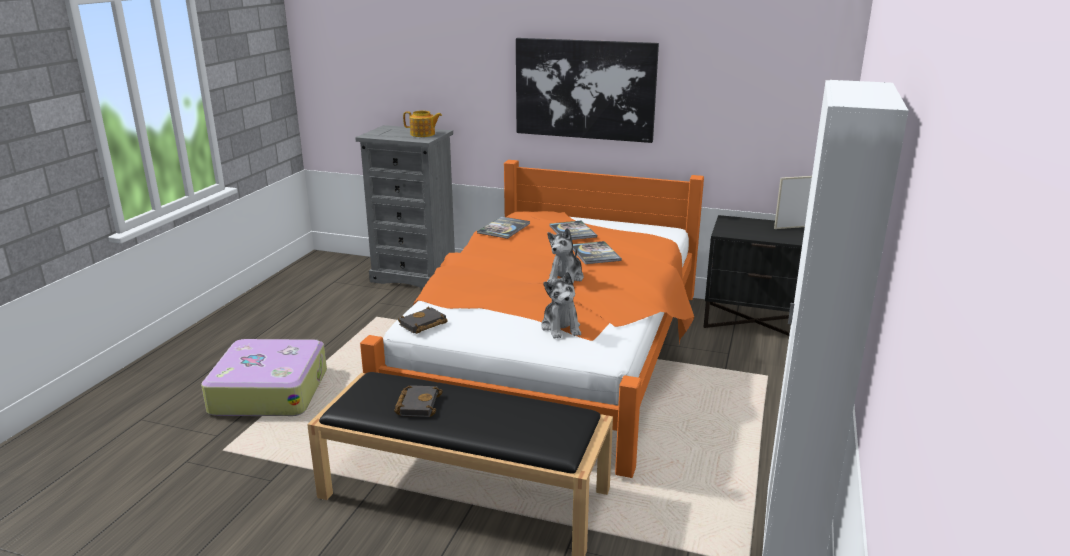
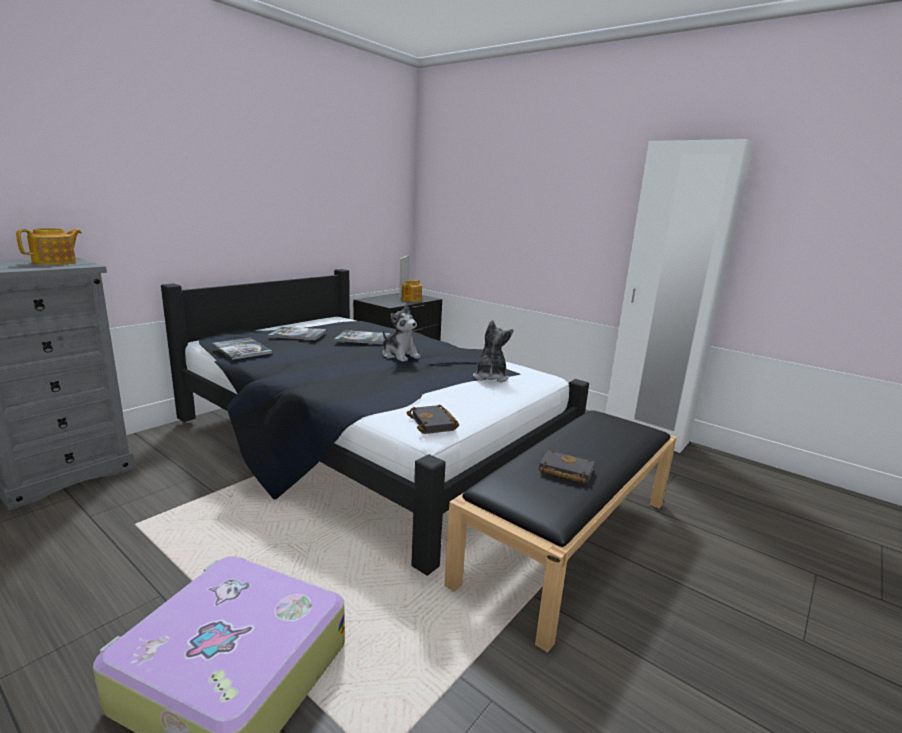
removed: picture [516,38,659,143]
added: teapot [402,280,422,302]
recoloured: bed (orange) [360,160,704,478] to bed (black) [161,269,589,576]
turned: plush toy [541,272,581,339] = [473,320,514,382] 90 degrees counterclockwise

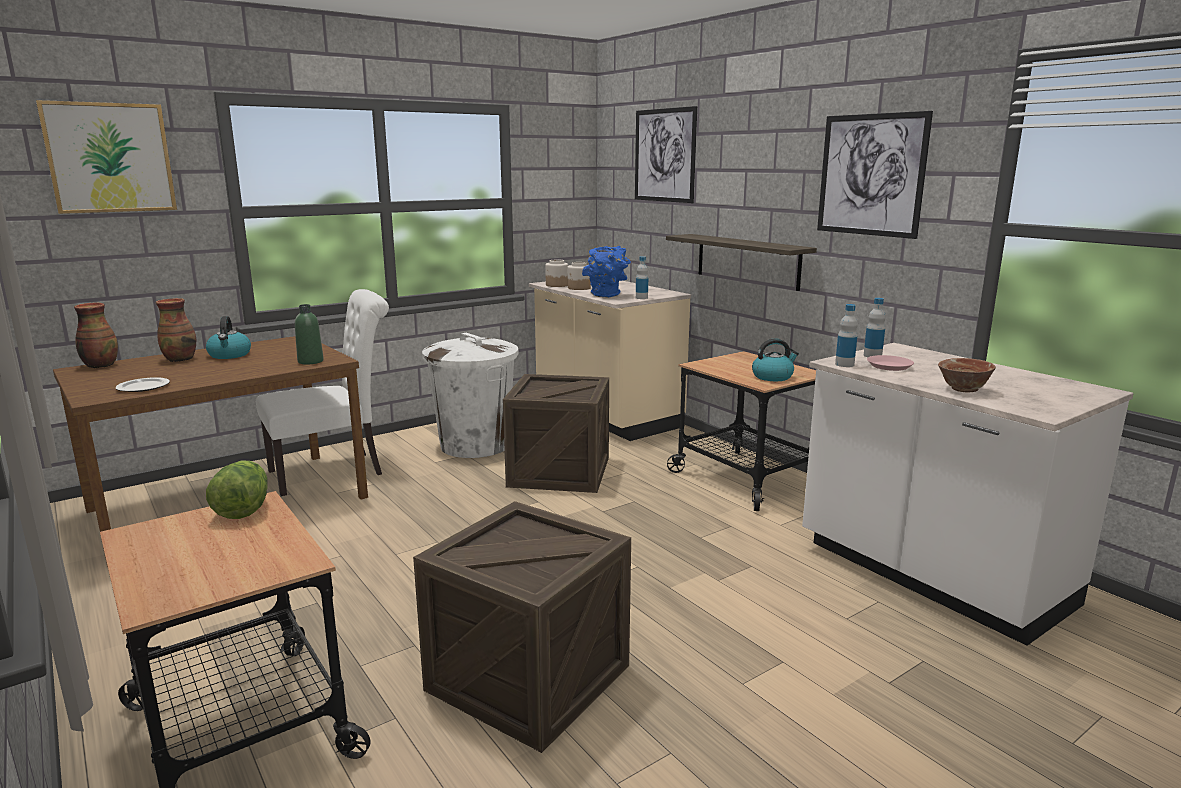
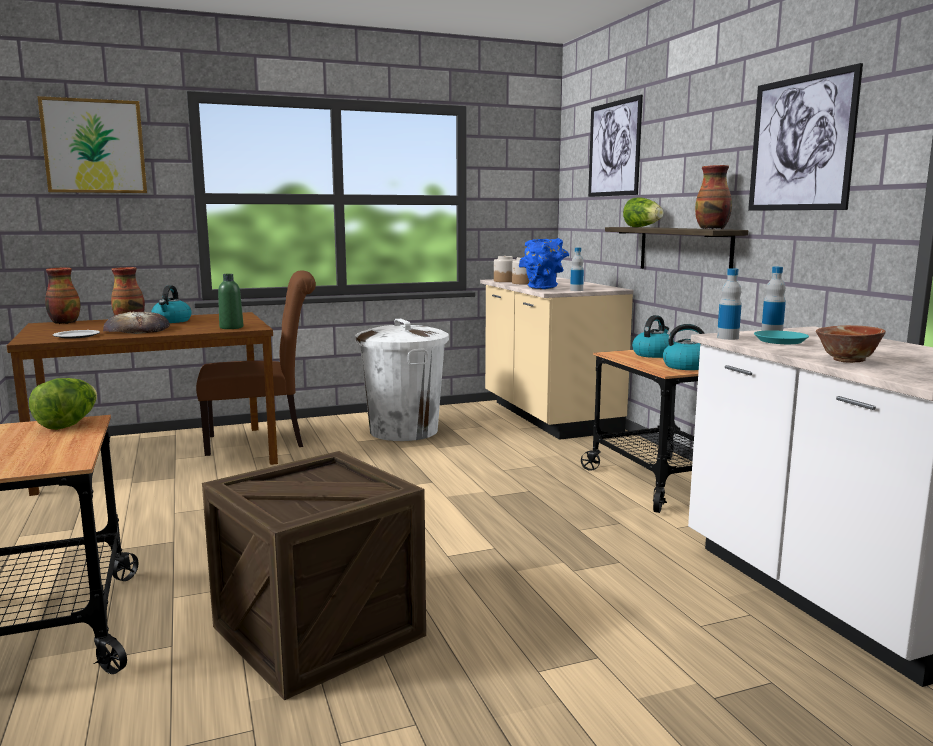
removed: crate [503,374,609,493]
added: bread [103,312,170,334]; lettuce [623,198,663,227]; kettle [632,315,674,358]; vase [695,165,732,229]
recoloured: chair (white) [256,289,389,496] to chair (brown) [196,270,316,456]; plate (pink) [867,355,914,371] to plate (turquoise) [754,330,809,344]

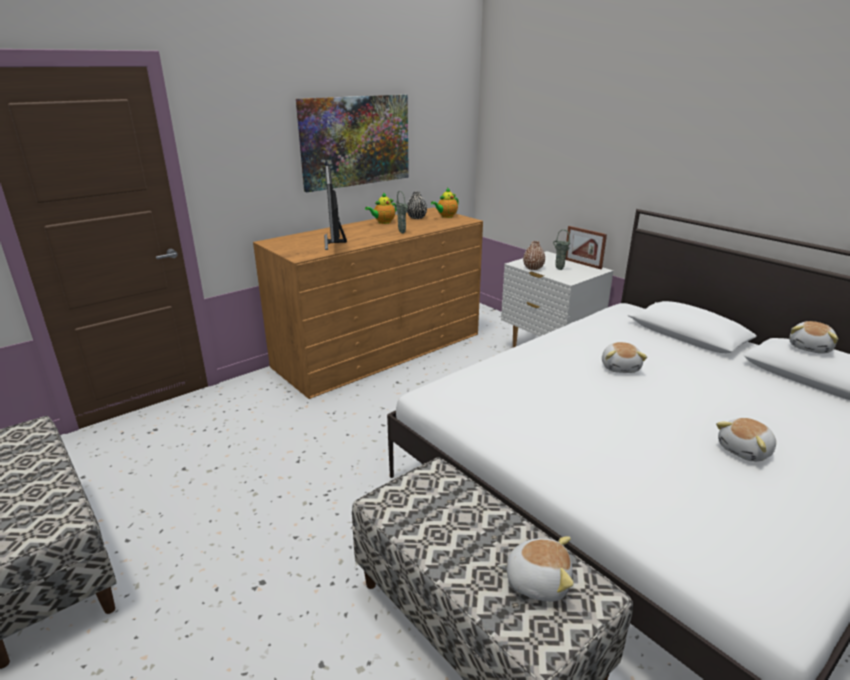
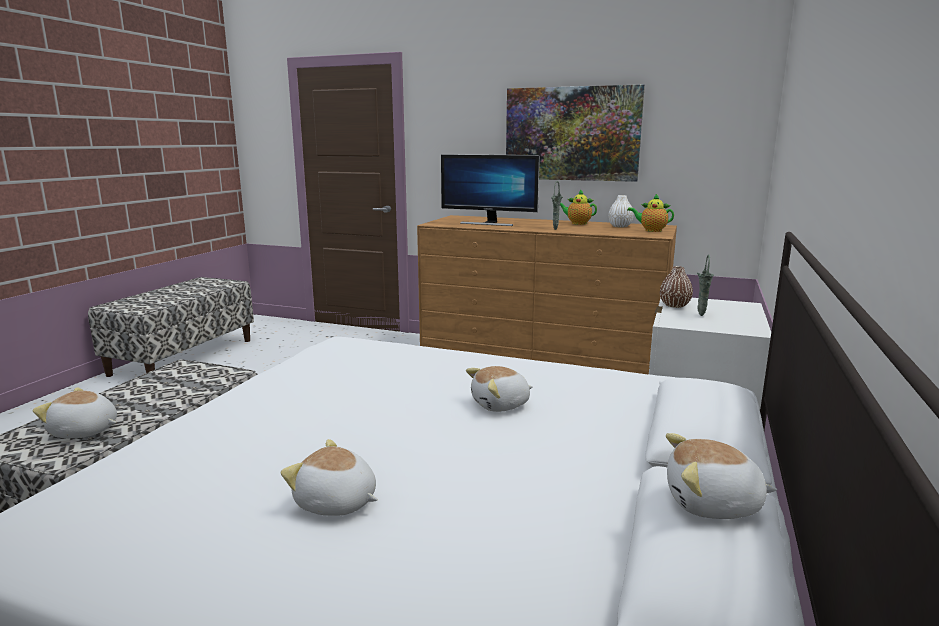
removed: picture frame [565,226,607,269]
recoloured: vase (black) [407,192,427,219] to vase (white) [608,195,634,227]
turned: monitor [324,166,347,250] = [441,154,540,226] 120 degrees counterclockwise; plush toy [497,536,574,602] = [33,387,117,438] 120 degrees clockwise

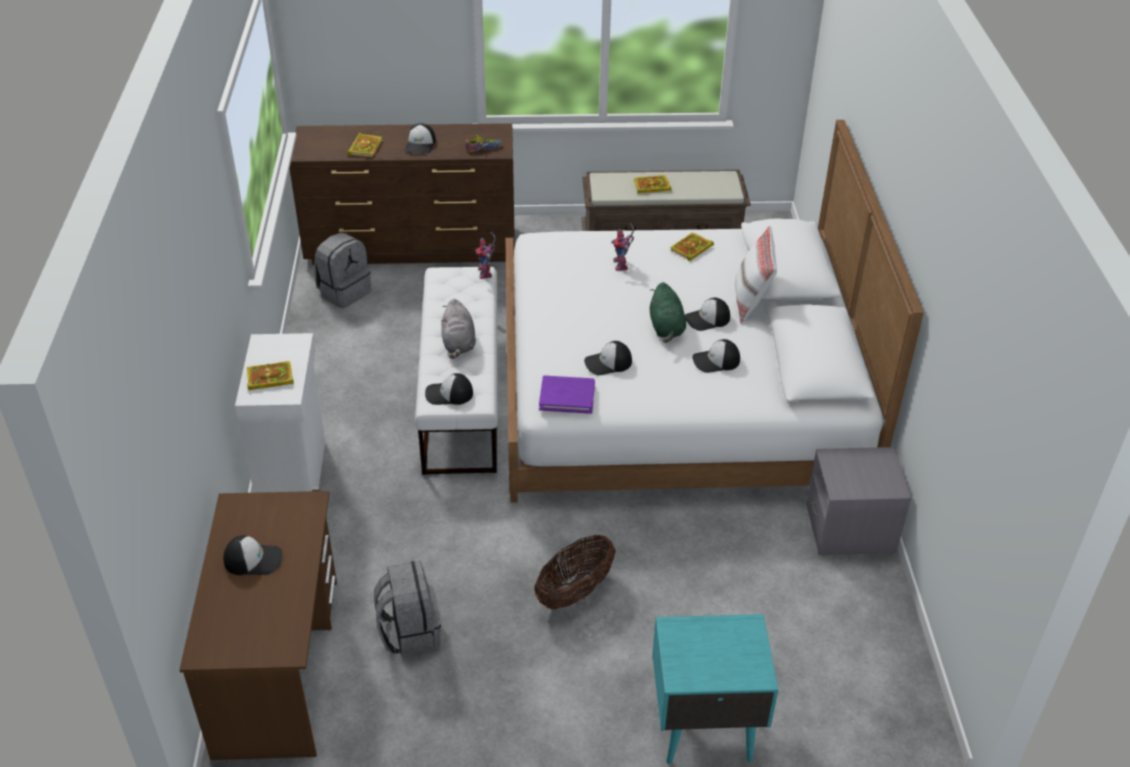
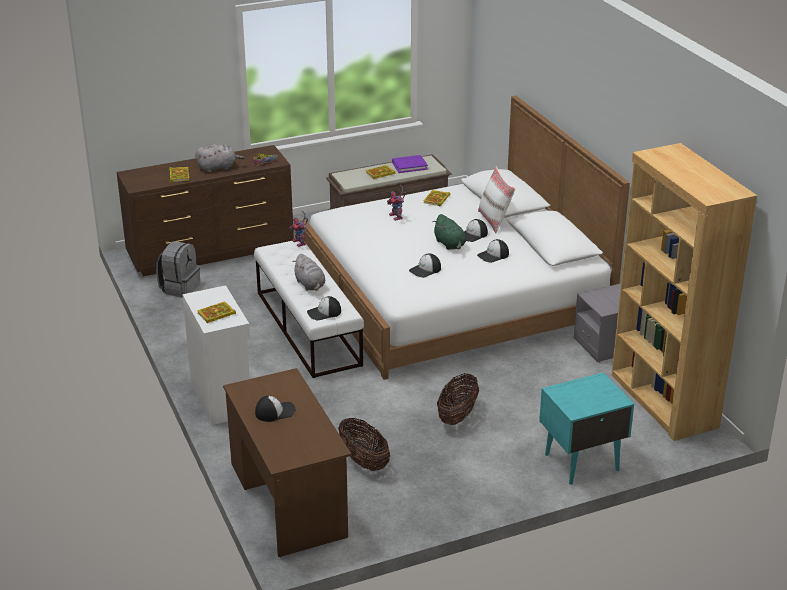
added: bookcase (brown) [611,143,757,441]
moved: book (purple) [539,375,595,414] to [392,155,428,173]
replaced: backpack (grey) [374,560,441,656] to basket [338,418,390,471]; cap [405,123,436,154] to plush toy (grey) [195,144,245,172]

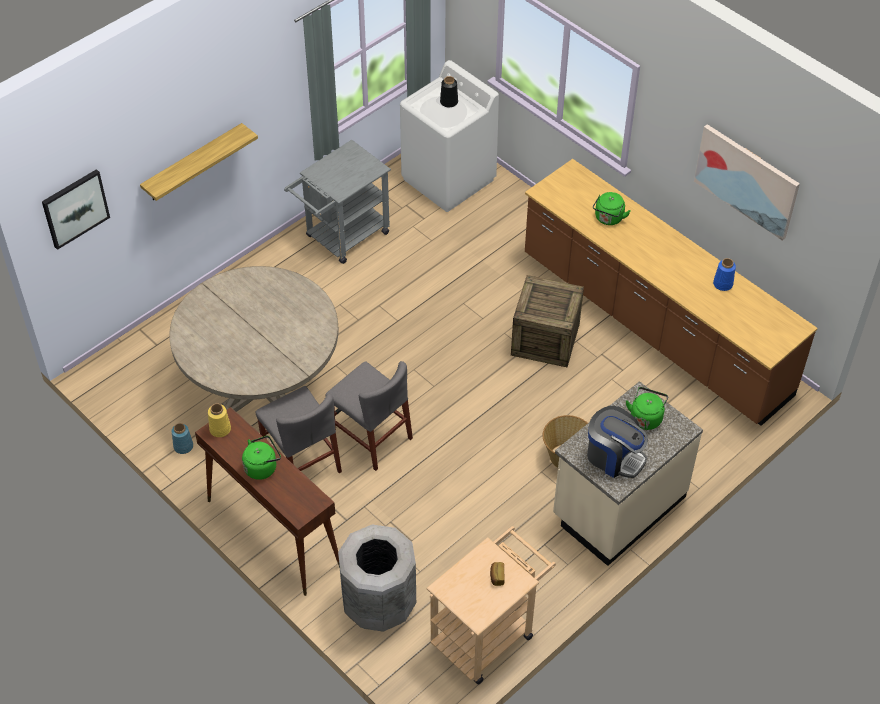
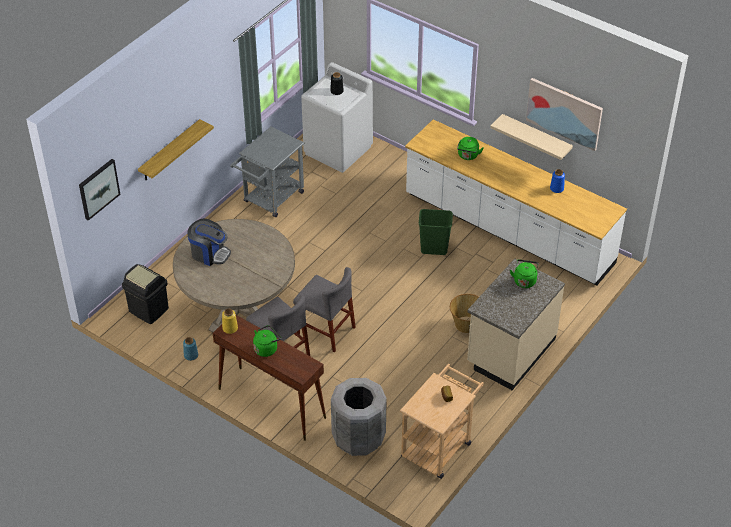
added: trash can (black) [122,264,169,324]; shelf (beige) [490,114,573,160]
moved: coffee machine [587,406,648,478] to [187,219,231,266]
replaced: crate [511,275,584,367] to trash can (green) [419,209,453,255]
recoloured: counter (brown) [525,159,818,426] to counter (white) [405,119,627,285]

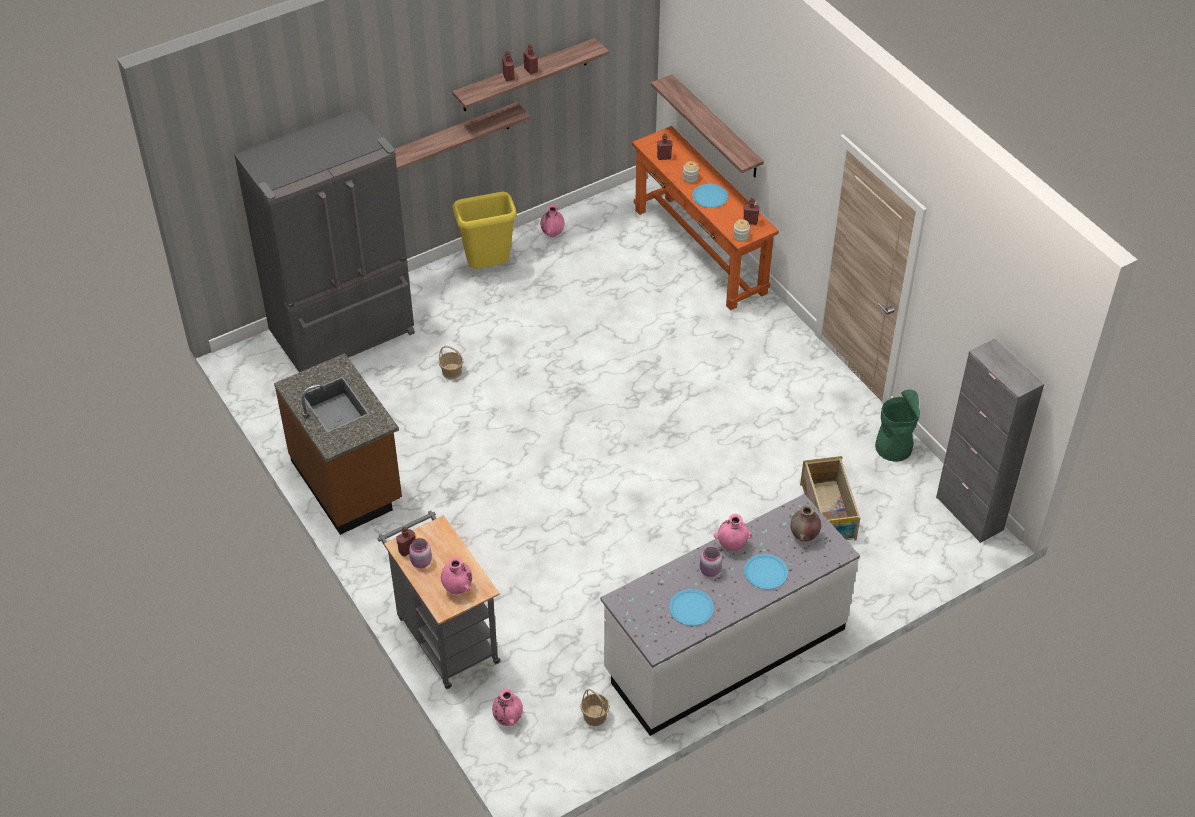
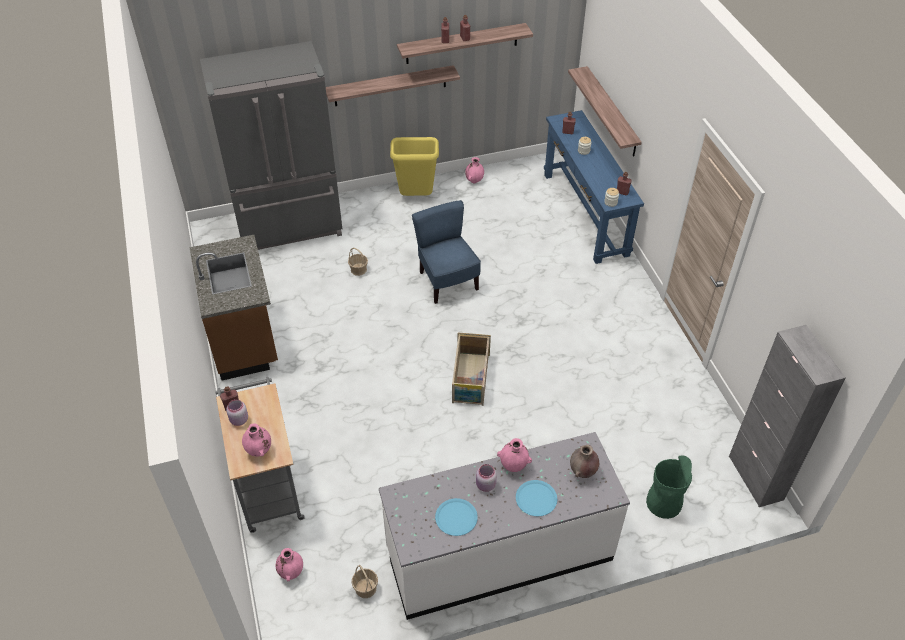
removed: plate (blue) [692,184,728,208]
added: chair (blue) [412,200,481,304]
moved: crate [800,456,860,540] to [452,332,491,406]; trash can (green) [875,389,920,462] to [646,455,692,519]
recoloured: console table (orange) [632,126,779,310] to console table (blue) [544,110,644,264]

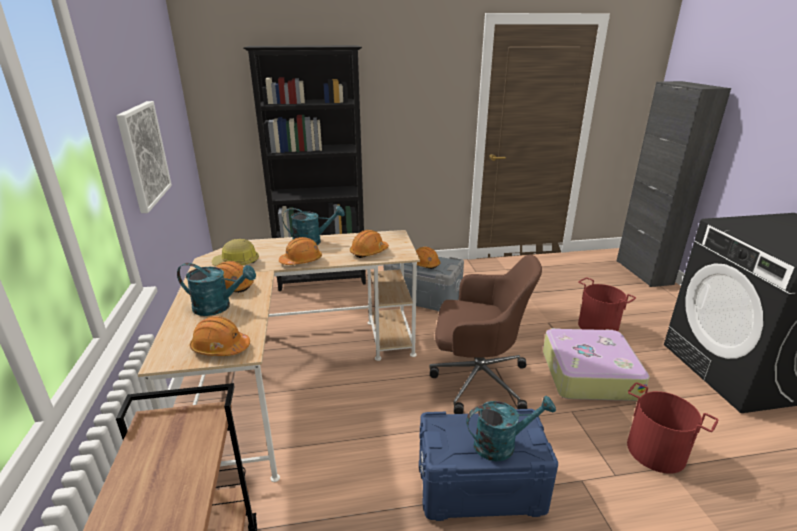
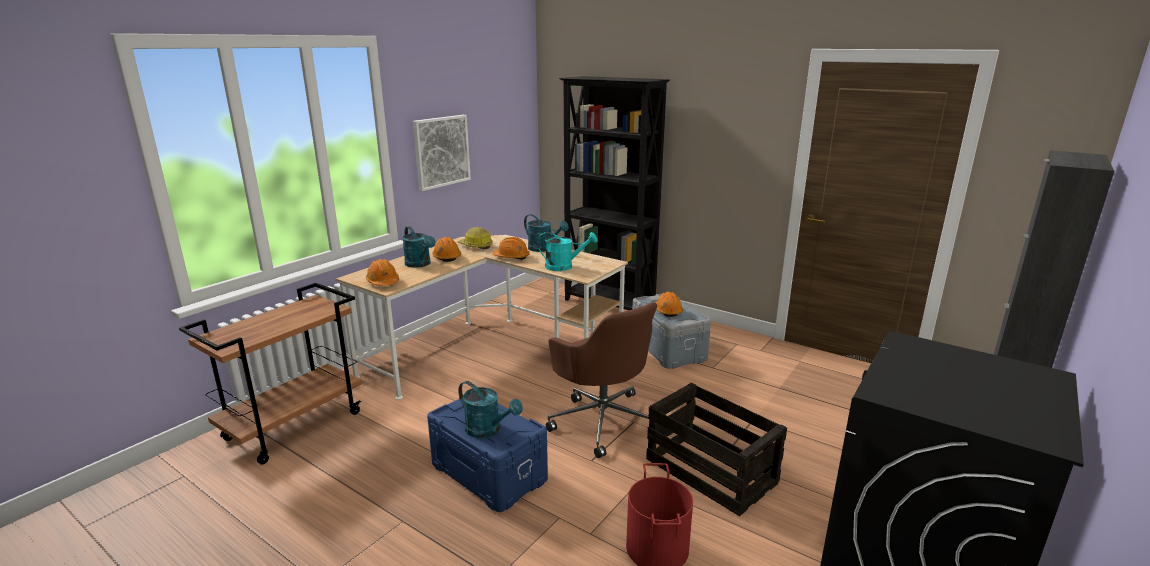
removed: bucket (red) [578,278,636,331]
replaced: hard hat (orange) [350,230,389,258] to watering can (turquoise) [538,232,597,271]; suitcase [543,328,650,401] to crate [646,382,787,516]

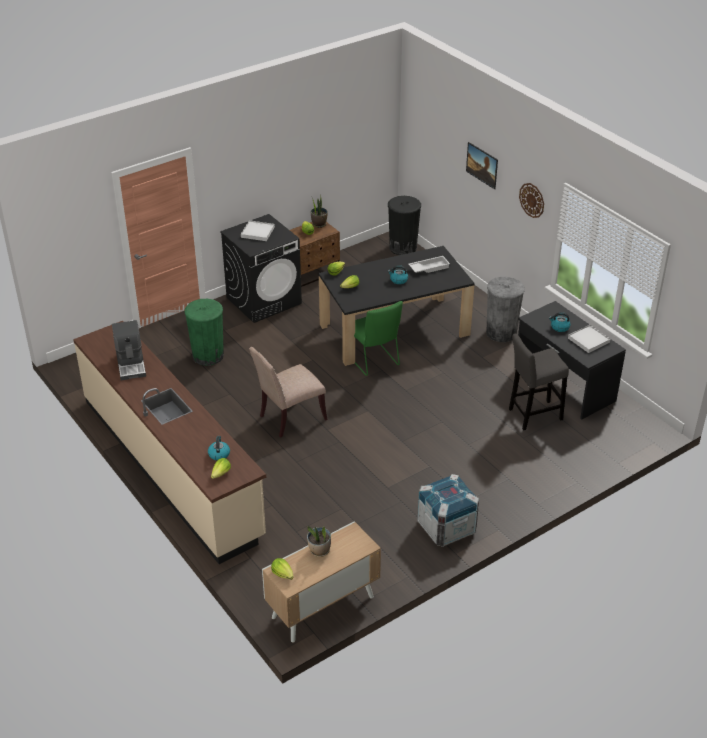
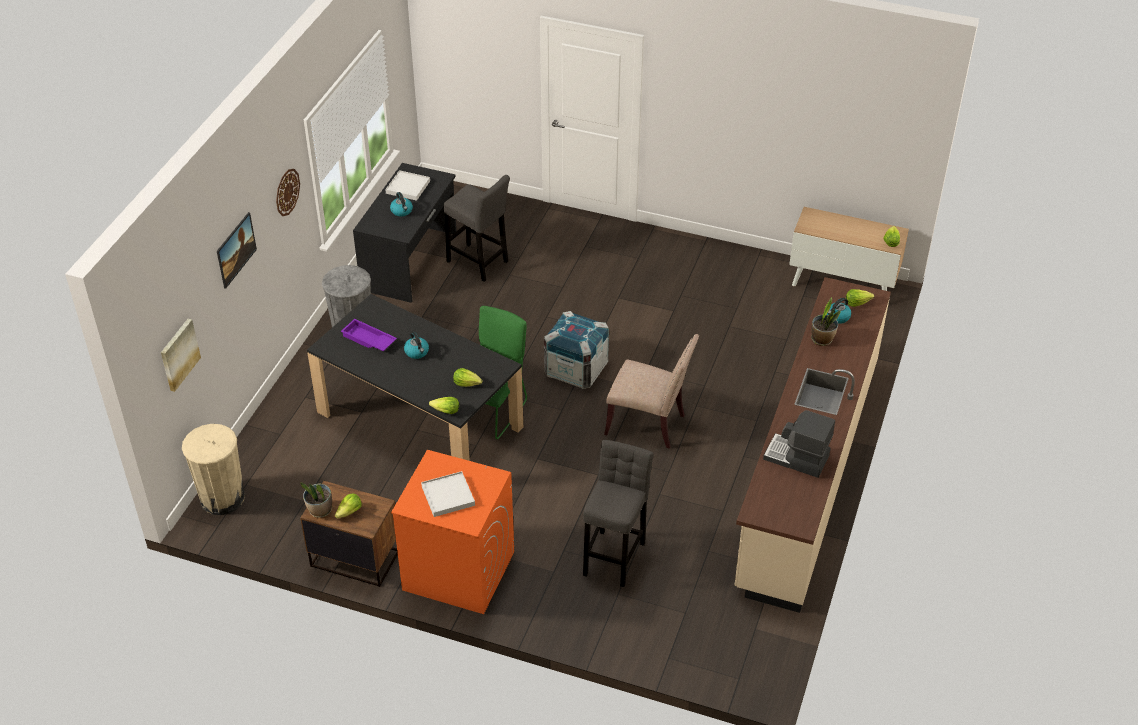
added: picture [161,319,201,392]
moved: potted plant [307,526,331,557] to [811,297,841,346]; crate [417,474,479,547] to [544,311,609,389]
replaced: trash can (green) [184,299,224,366] to stool (grey) [583,440,653,587]
recoloured: washing machine (black) [220,214,302,323] to washing machine (orange) [391,450,514,614]; trash can (black) [388,196,421,255] to trash can (beige) [182,424,245,515]; tray (white) [409,256,450,273] to tray (purple) [341,319,397,351]
turned: coffee machine [112,320,146,380] = [763,410,835,478] 105 degrees counterclockwise

